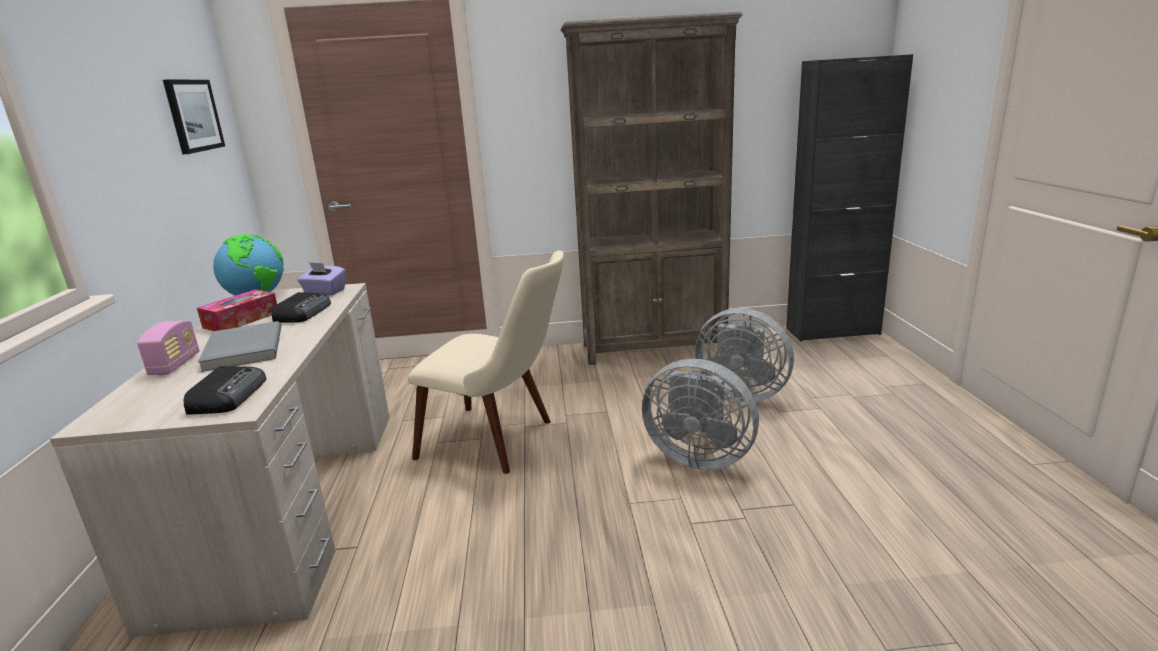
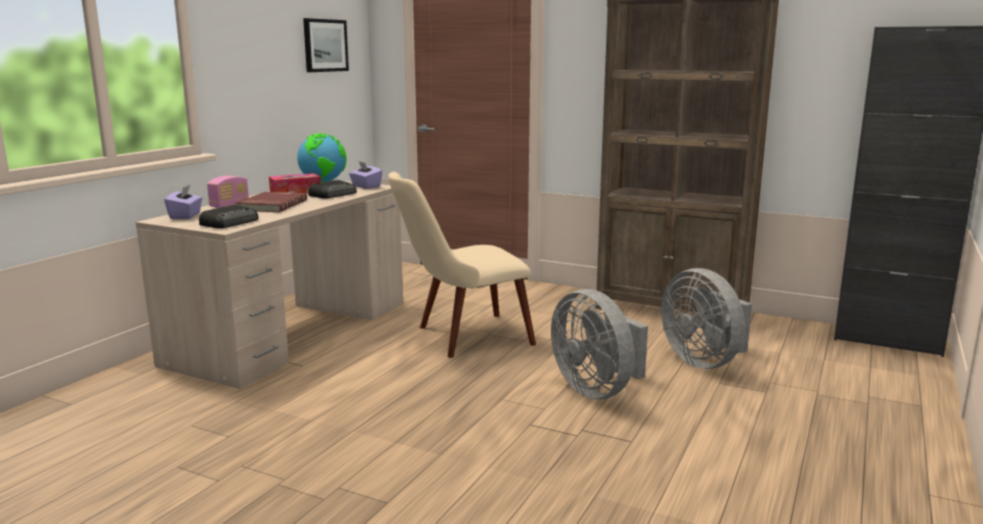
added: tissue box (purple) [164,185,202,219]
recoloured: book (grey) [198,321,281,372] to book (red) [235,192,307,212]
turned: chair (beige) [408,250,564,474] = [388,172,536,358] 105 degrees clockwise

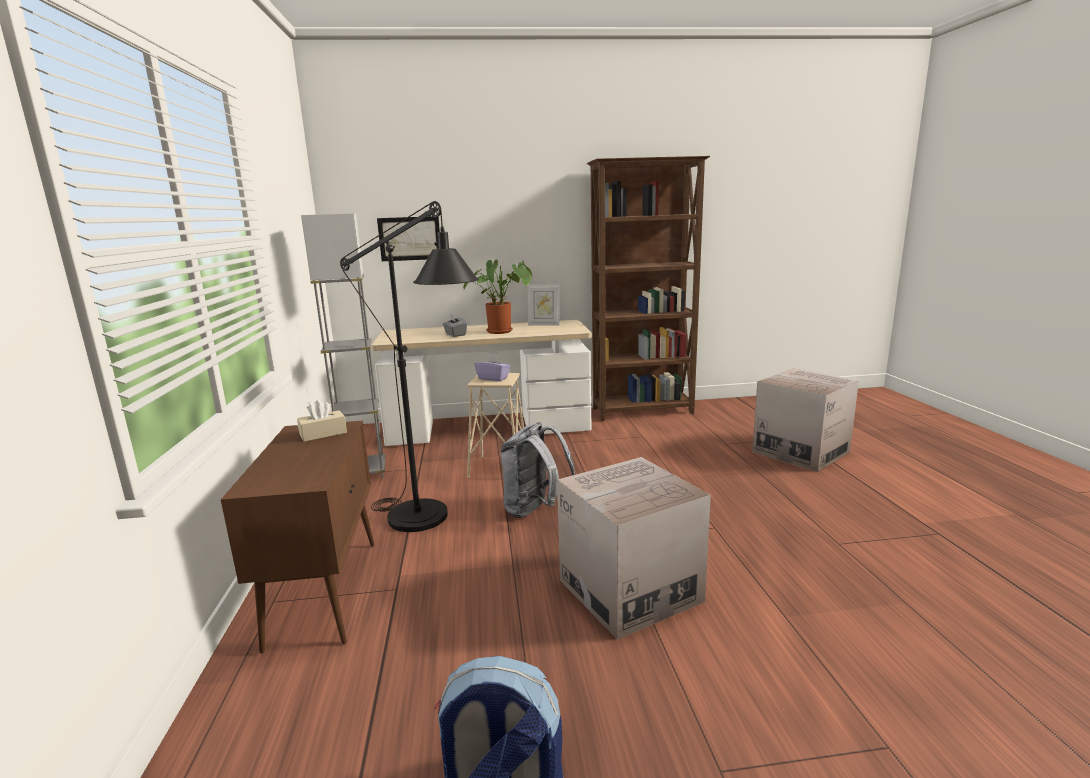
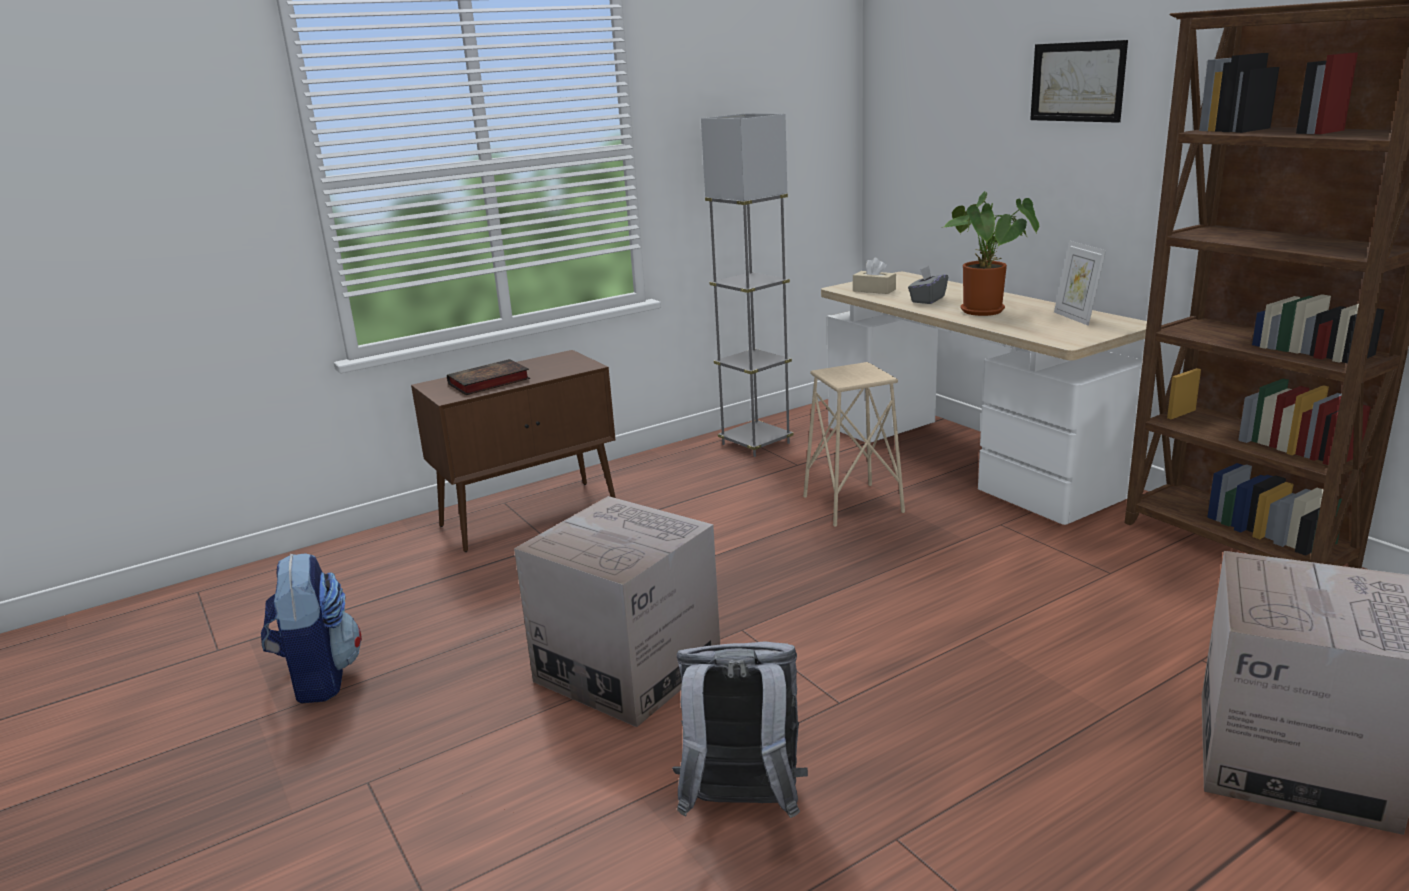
removed: floor lamp (black) [340,201,479,532]; tissue box (purple) [475,354,510,381]
added: book [447,359,530,395]
moved: tissue box (beige) [297,400,347,442] to [853,258,896,294]; picture [377,216,440,261] to [1030,40,1128,123]; backpack (grey) [500,422,575,518] to [672,641,808,818]

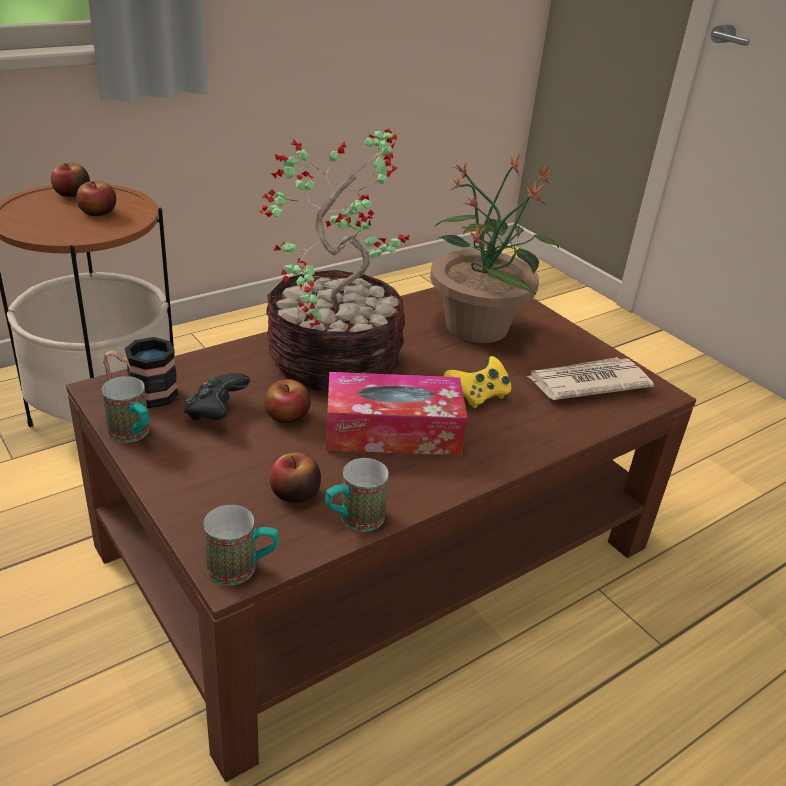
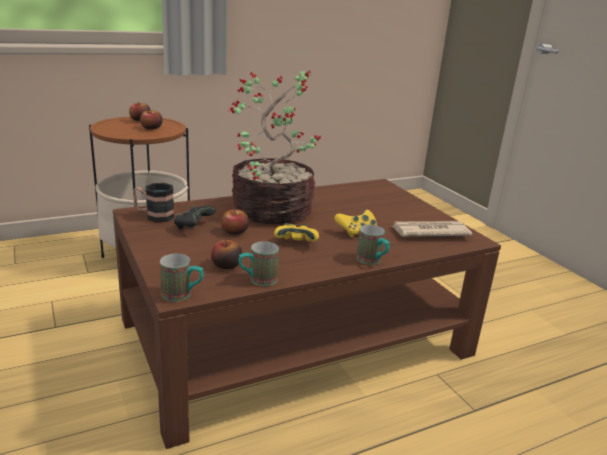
removed: potted plant [430,153,559,343]
moved: mug [101,376,149,443] to [356,225,390,265]
replaced: tissue box [326,372,468,455] to game controller (yellow) [274,223,319,242]

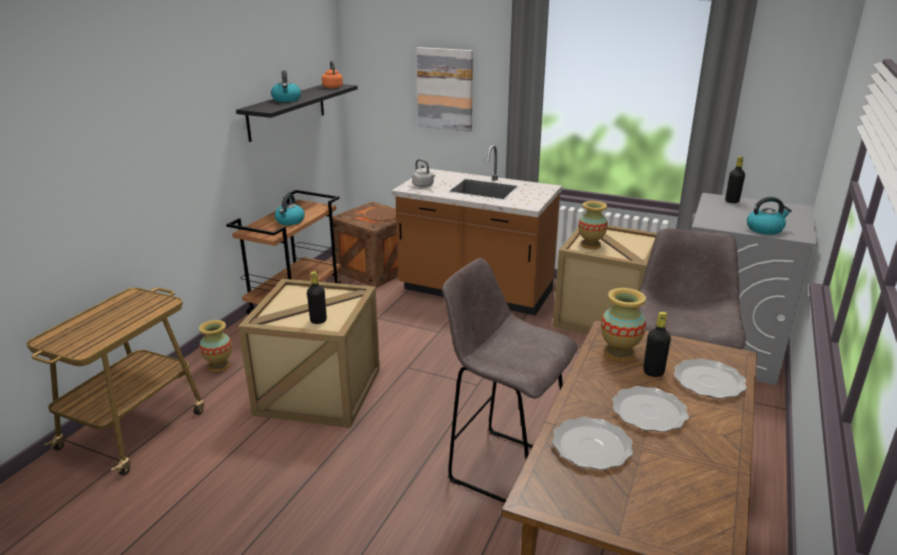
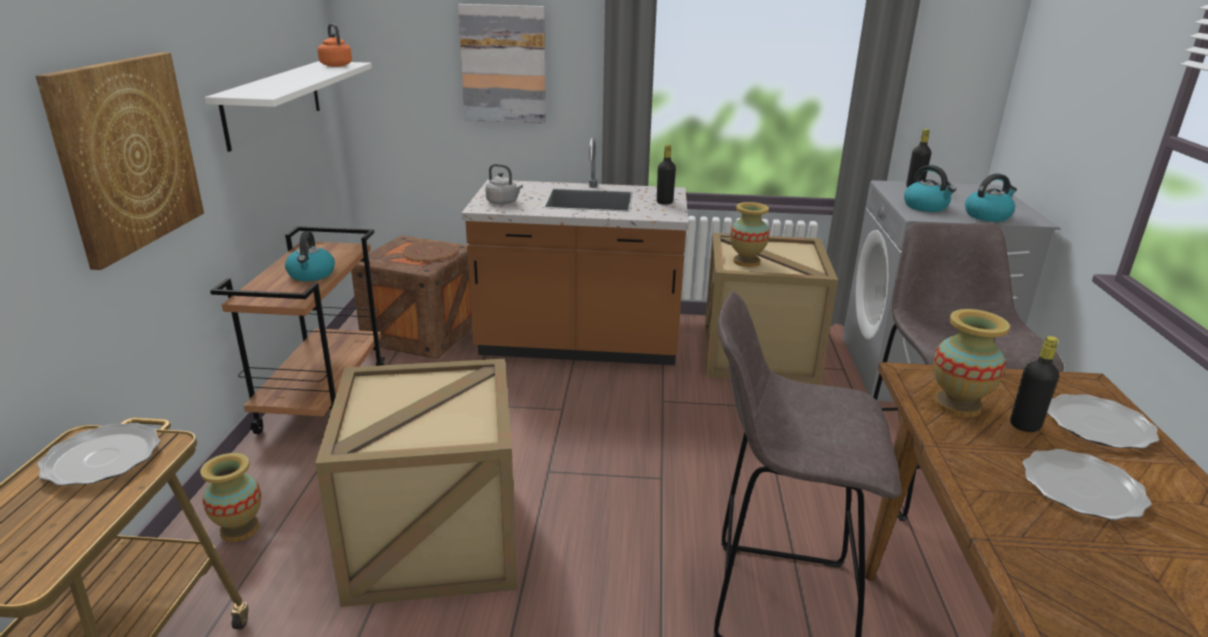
added: picture [36,52,204,270]
moved: kettle [271,71,301,102] to [904,165,956,212]; bottle (black) [307,271,327,324] to [657,144,676,205]; plate [552,417,633,470] to [37,423,160,486]
recoloured: shelf (black) [236,84,358,142] to shelf (white) [205,61,372,152]

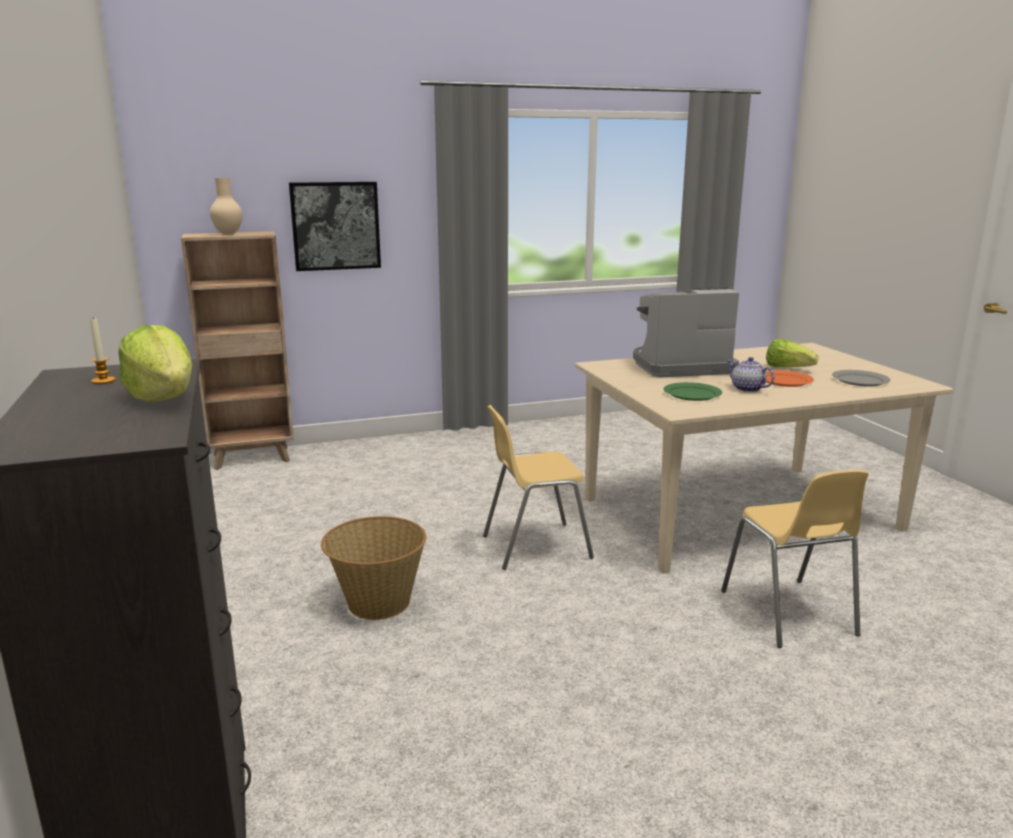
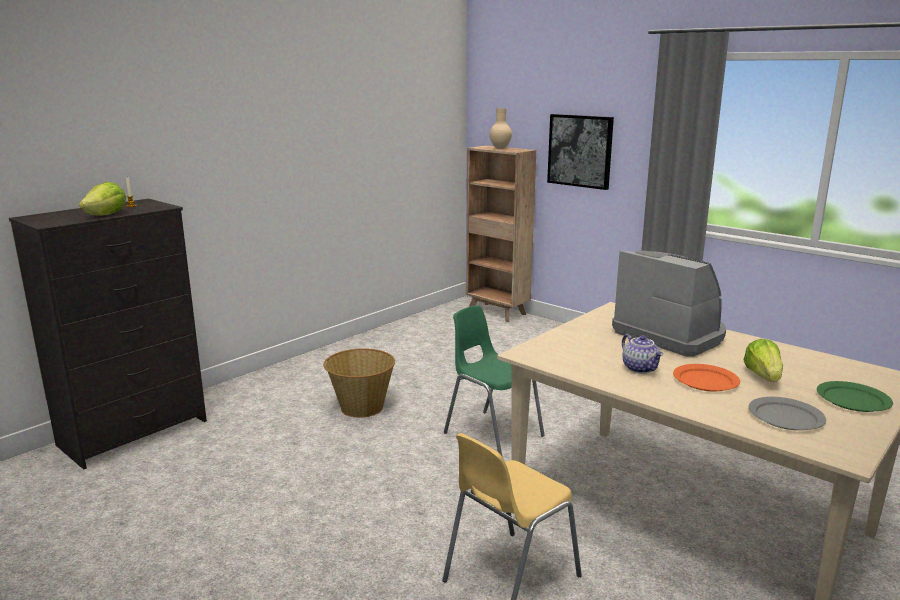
moved: plate (green) [664,382,722,401] to [817,381,893,412]
recoloured: chair (yellow) [483,405,594,570] to chair (green) [444,305,545,456]
turned: teapot [727,357,774,392] = [622,334,663,374] 135 degrees clockwise

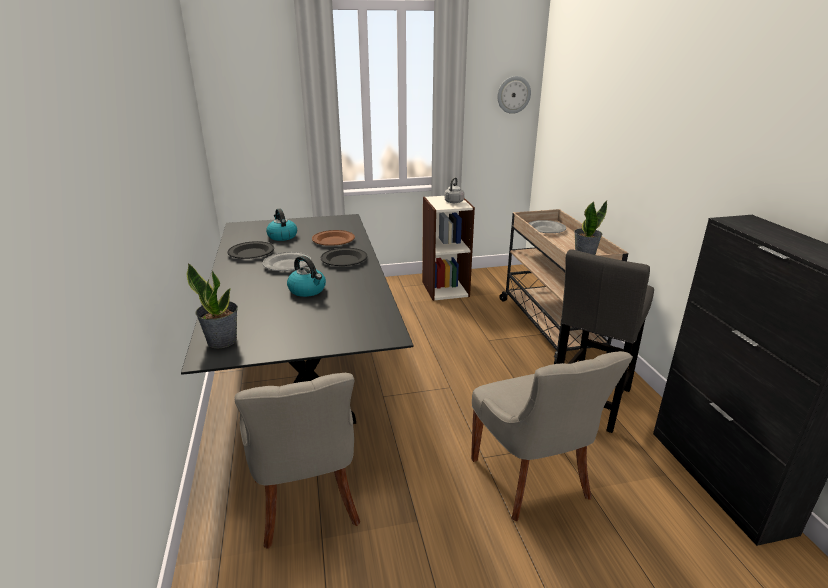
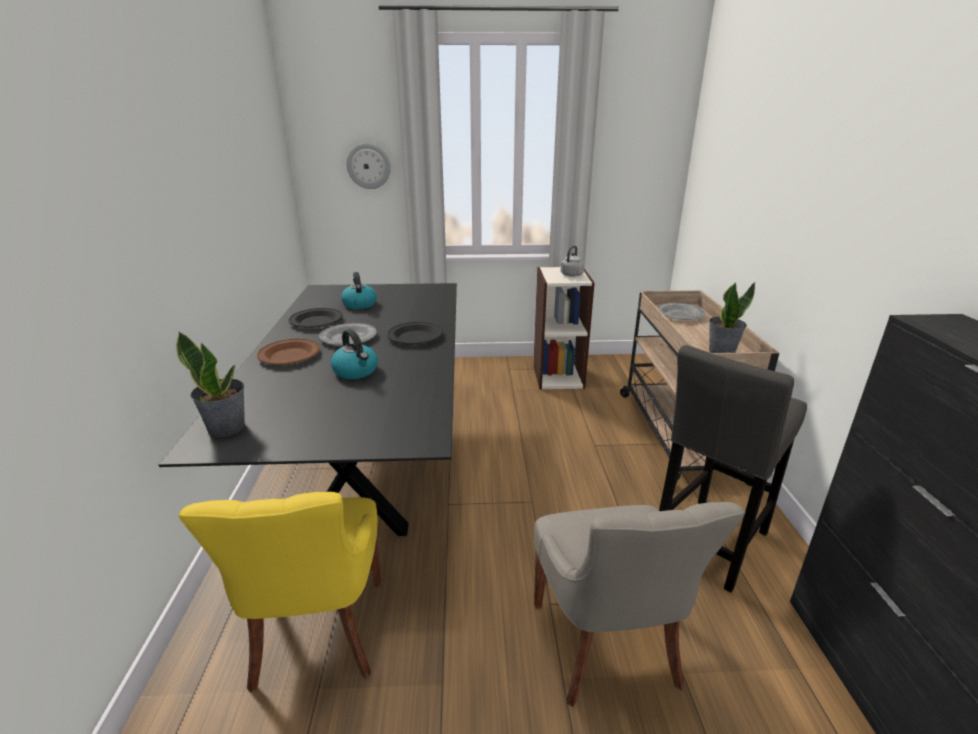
moved: plate (brown) [312,230,355,246] to [257,339,320,365]; wall clock [497,76,531,114] to [347,143,391,189]
recoloured: chair (grey) [235,373,360,549] to chair (yellow) [179,492,382,692]

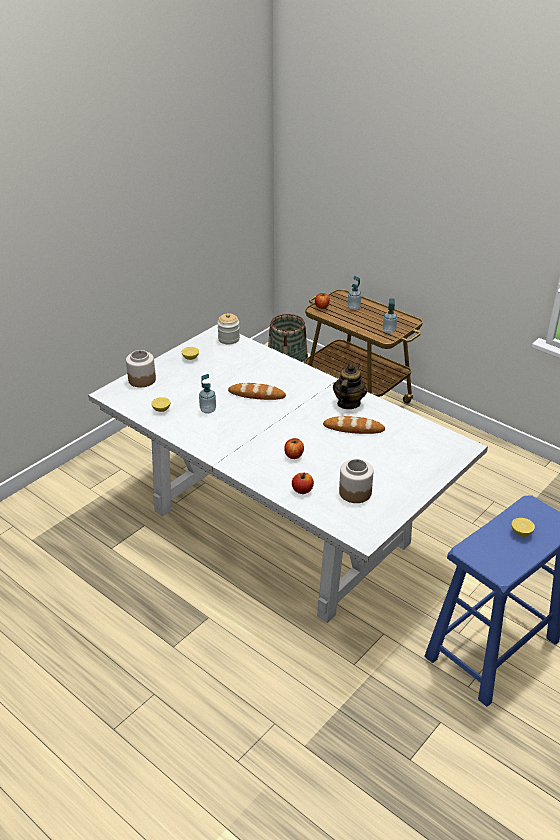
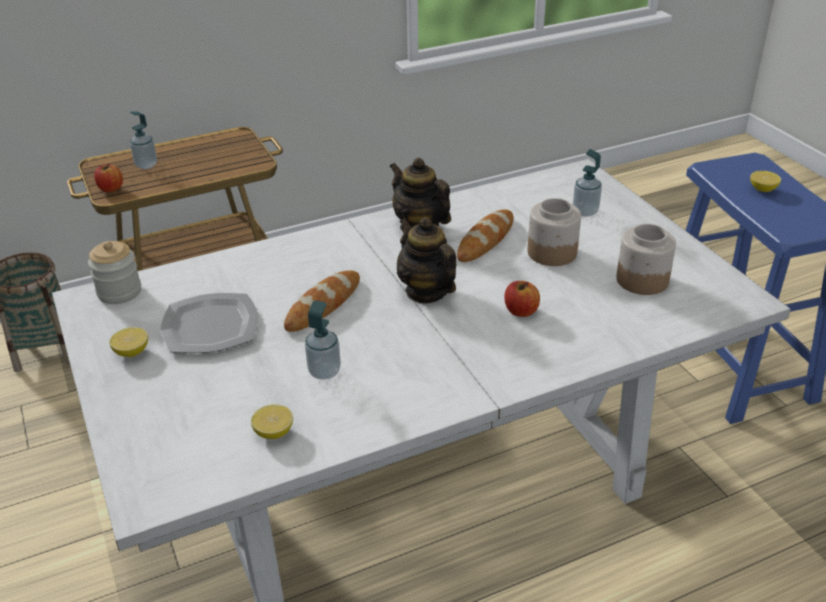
removed: apple [292,473,314,494]
added: plate [161,293,258,353]; teapot [397,217,456,303]
moved: jar [126,350,156,387] to [528,198,581,266]; soap dispenser [383,298,397,333] to [573,149,602,217]

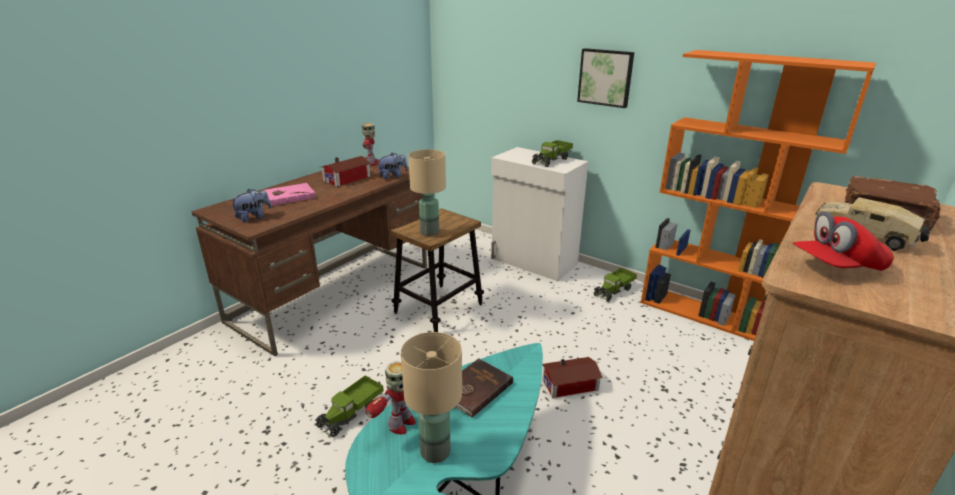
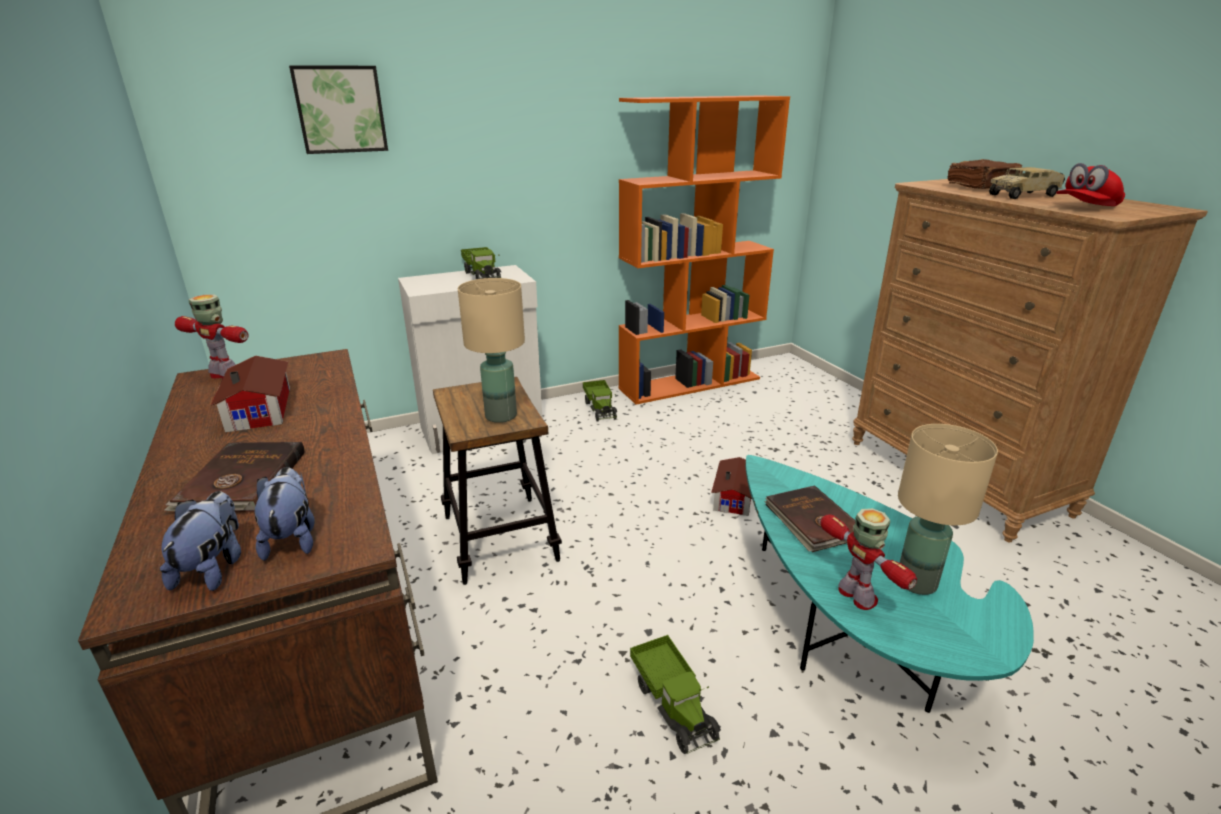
moved: plush toy [378,153,408,179] to [160,491,241,591]; picture [577,48,634,108] to [289,65,388,154]
recoloured: book (pink) [261,183,316,206] to book (brown) [165,442,304,513]
turned: cap (red) [792,211,894,271] = [1056,163,1125,206] 45 degrees clockwise

